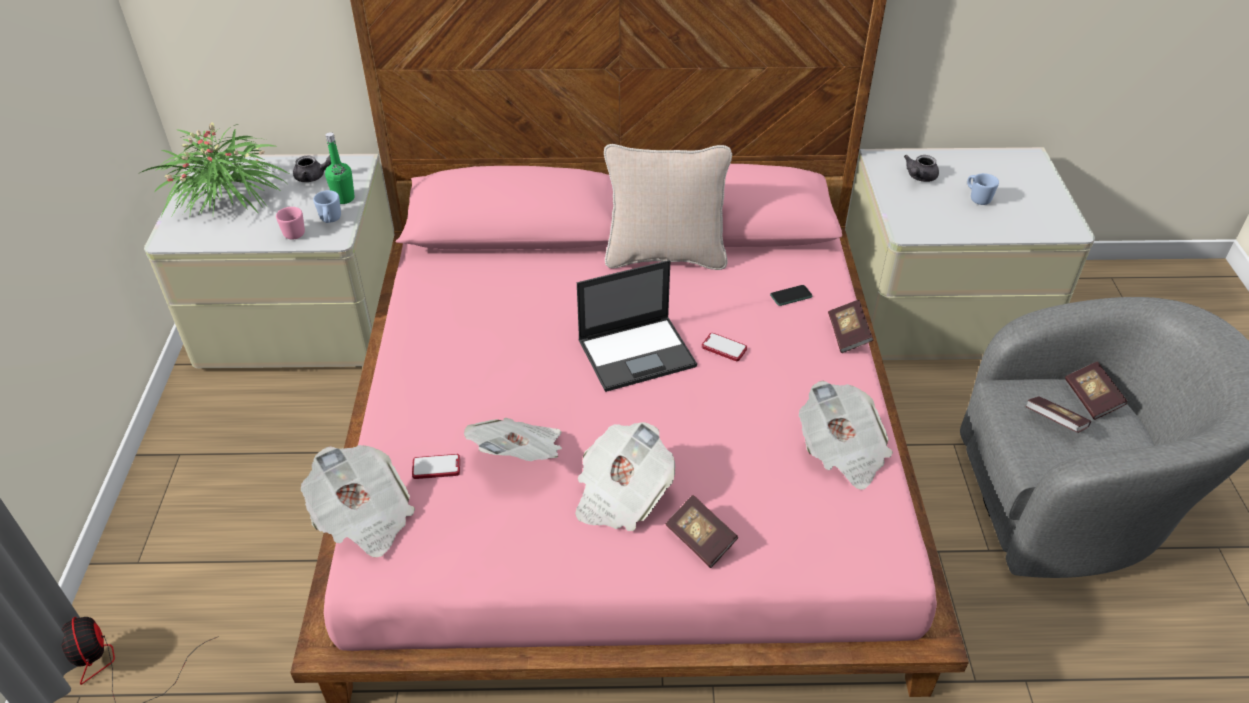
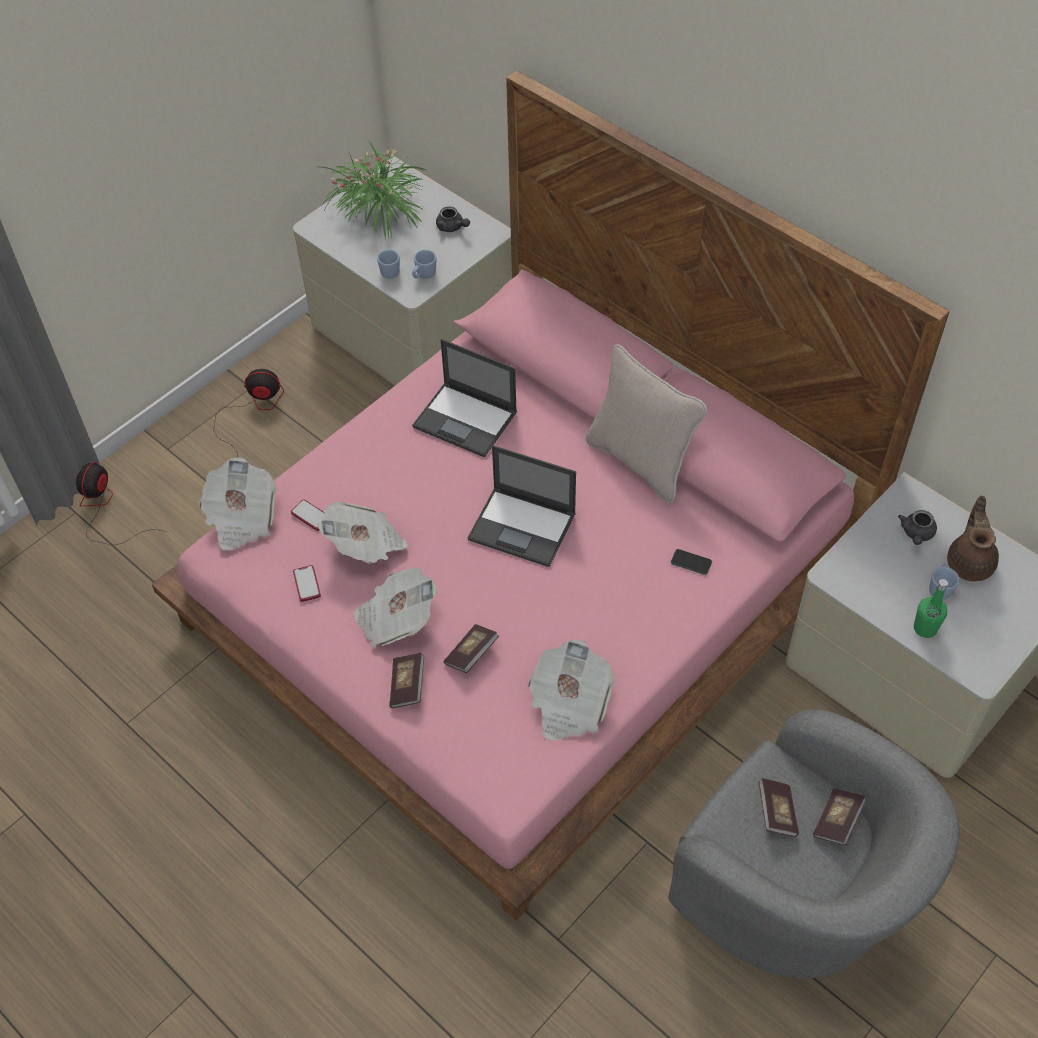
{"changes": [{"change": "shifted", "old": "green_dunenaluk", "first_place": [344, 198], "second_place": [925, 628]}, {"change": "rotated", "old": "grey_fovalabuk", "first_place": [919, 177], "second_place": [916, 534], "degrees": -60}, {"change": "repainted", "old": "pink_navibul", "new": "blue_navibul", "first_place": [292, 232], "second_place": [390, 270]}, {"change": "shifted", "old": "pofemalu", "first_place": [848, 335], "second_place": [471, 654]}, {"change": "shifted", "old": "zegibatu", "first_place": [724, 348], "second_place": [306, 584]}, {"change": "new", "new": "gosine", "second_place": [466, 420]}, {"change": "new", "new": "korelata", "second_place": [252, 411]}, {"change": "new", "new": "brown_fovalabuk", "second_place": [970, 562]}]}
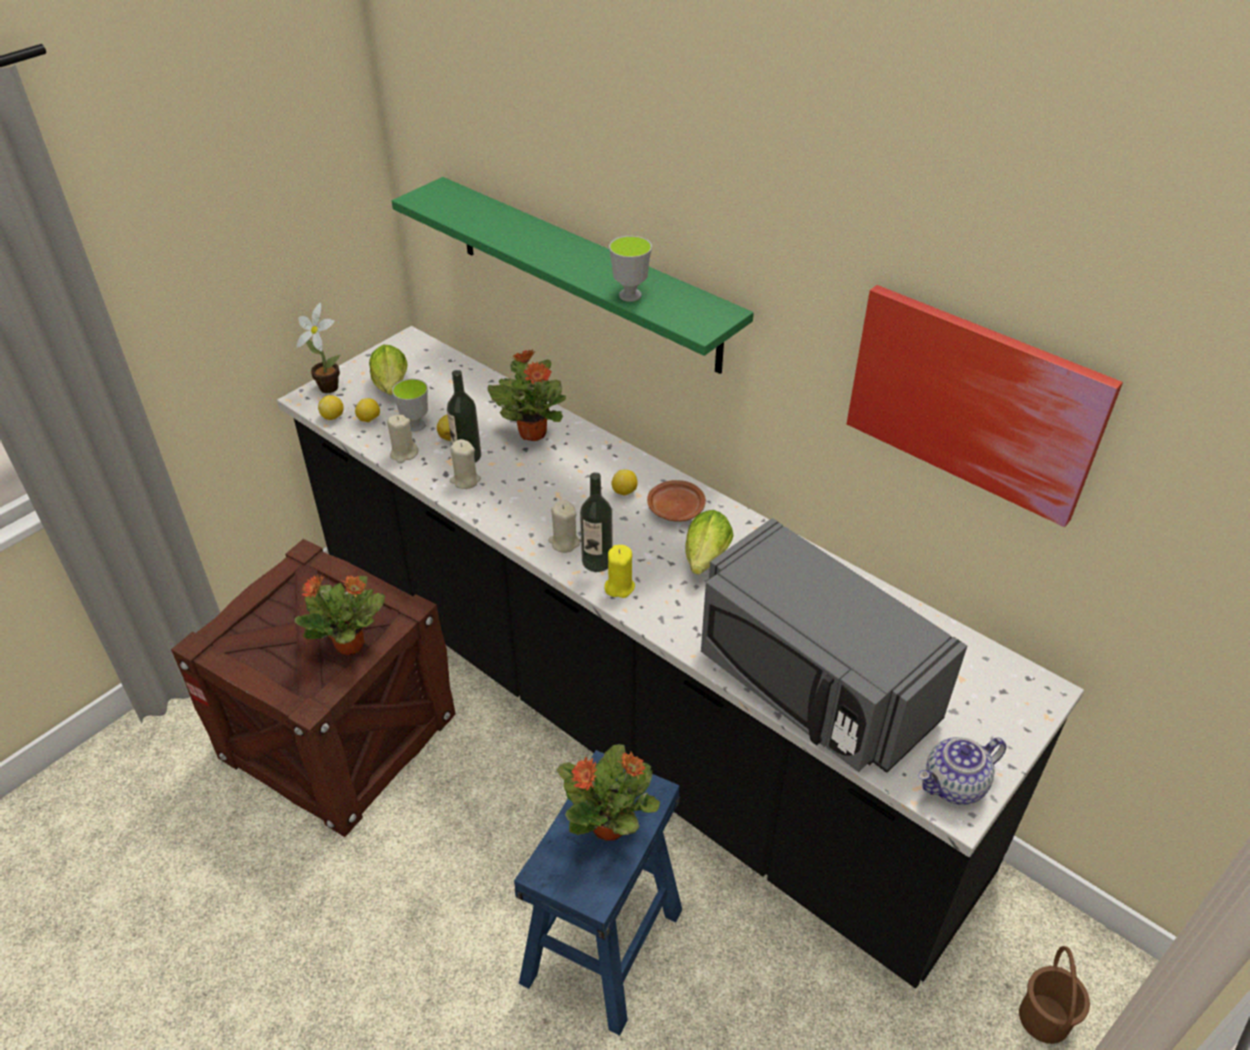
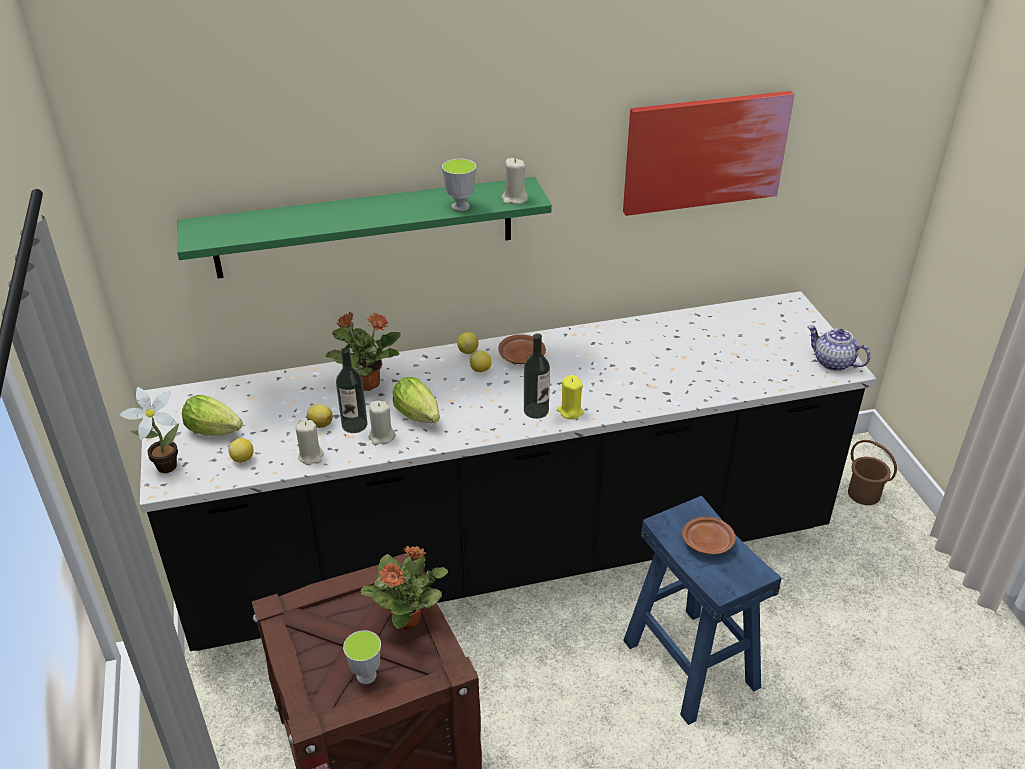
{"changes": [{"change": "shifted", "old": "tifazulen", "first_place": [416, 425], "second_place": [366, 676]}, {"change": "shifted", "old": "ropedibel", "first_place": [333, 417], "second_place": [468, 351]}, {"change": "shifted", "old": "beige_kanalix", "first_place": [564, 542], "second_place": [514, 199]}, {"change": "shifted", "old": "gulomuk", "first_place": [705, 561], "second_place": [419, 417]}, {"change": "gone", "old": "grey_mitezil", "first_place": [812, 687]}, {"change": "rotated", "old": "fovalabuk", "first_place": [954, 785], "second_place": [832, 362], "degrees": 120}, {"change": "swapped", "old": "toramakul", "new": "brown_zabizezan", "first_place": [610, 826], "second_place": [708, 542]}]}
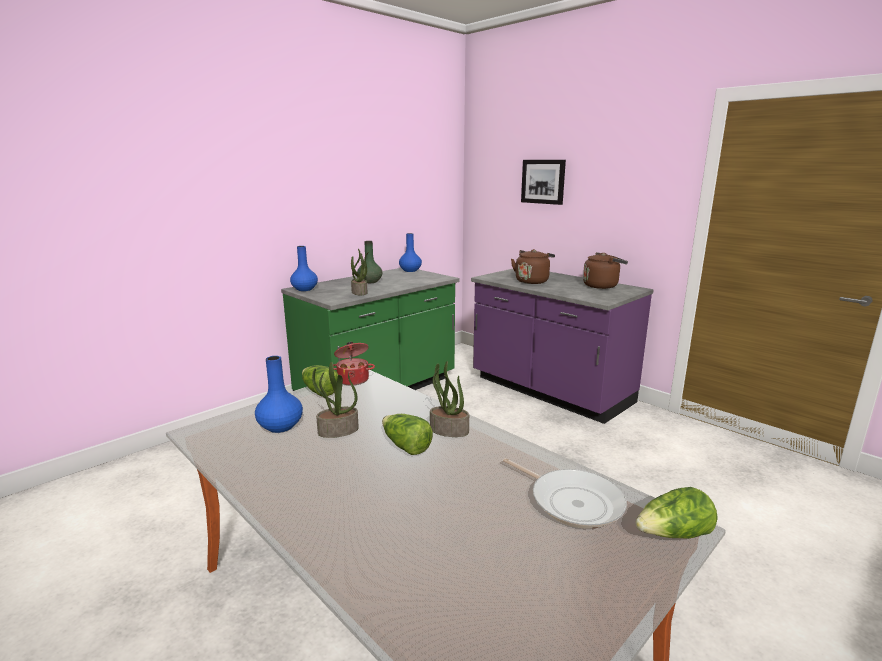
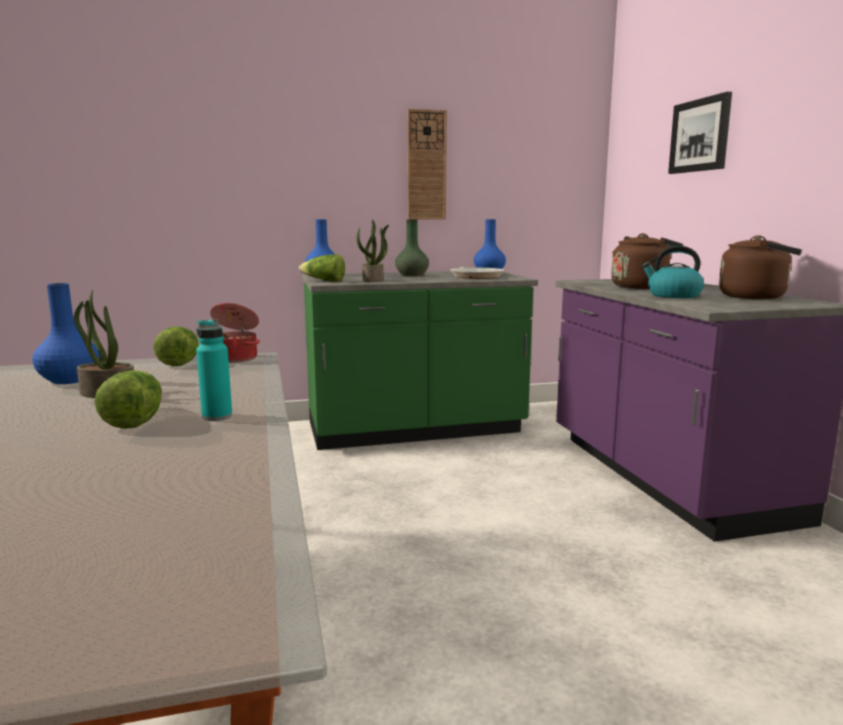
{"changes": [{"change": "swapped", "old": "toramakul", "new": "turquoise_dunenaluk", "first_place": [448, 430], "second_place": [217, 416]}, {"change": "shifted", "old": "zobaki", "first_place": [572, 501], "second_place": [476, 276]}, {"change": "shifted", "old": "gulomuk", "first_place": [673, 535], "second_place": [324, 281]}, {"change": "new", "new": "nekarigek", "second_place": [426, 165]}, {"change": "new", "new": "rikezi", "second_place": [673, 295]}]}
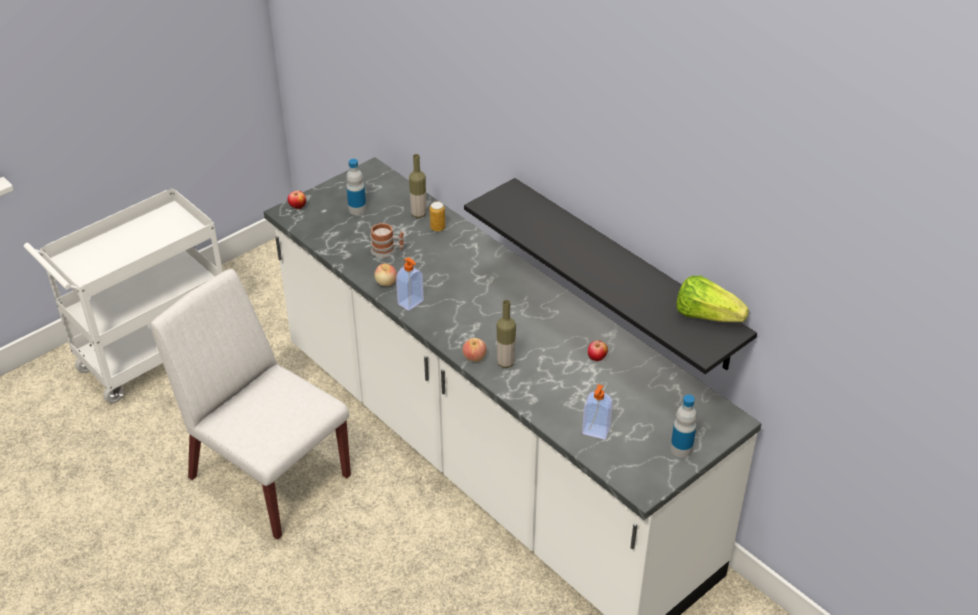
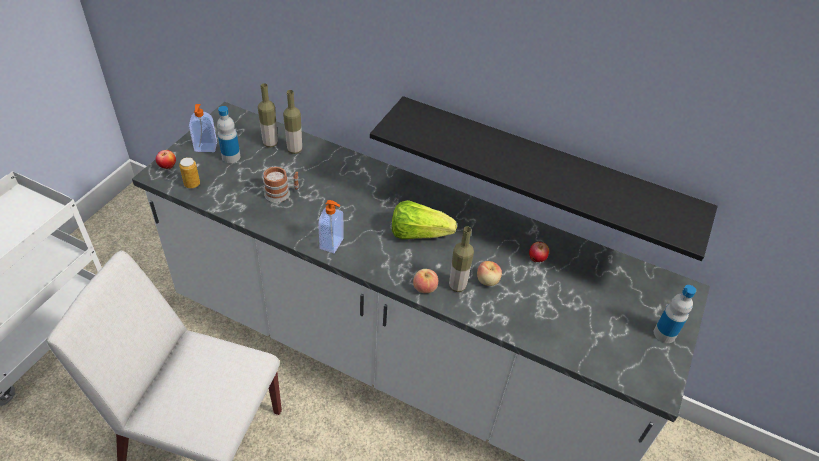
{"changes": [{"change": "shifted", "old": "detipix", "first_place": [437, 228], "second_place": [192, 184]}, {"change": "shifted", "old": "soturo", "first_place": [386, 283], "second_place": [487, 281]}, {"change": "shifted", "old": "gulomuk", "first_place": [706, 316], "second_place": [418, 233]}, {"change": "shifted", "old": "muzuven", "first_place": [595, 431], "second_place": [205, 148]}, {"change": "new", "new": "dunenaluk", "second_place": [270, 143]}]}
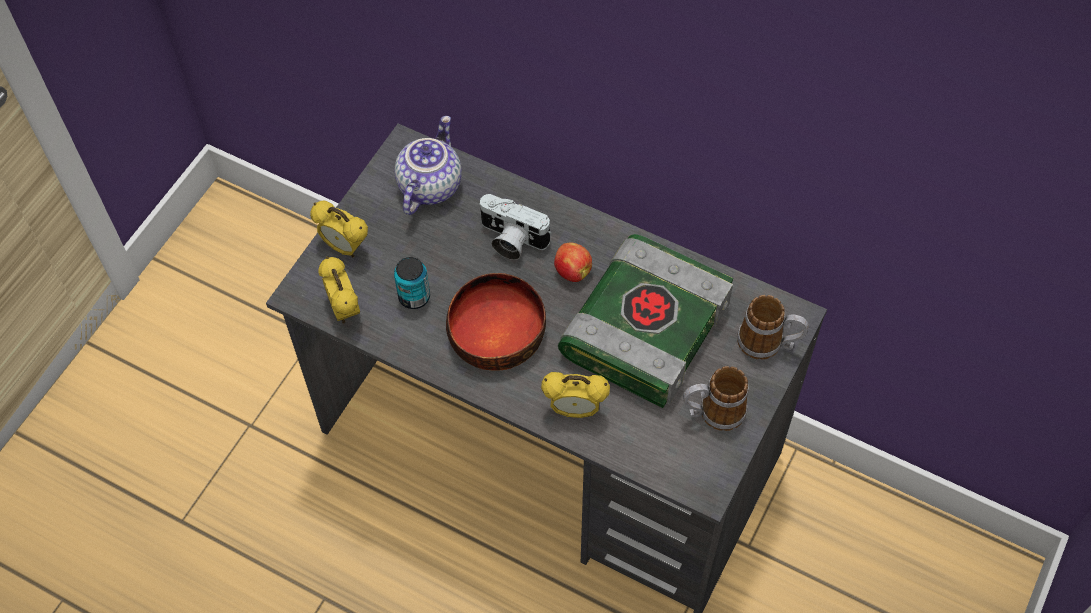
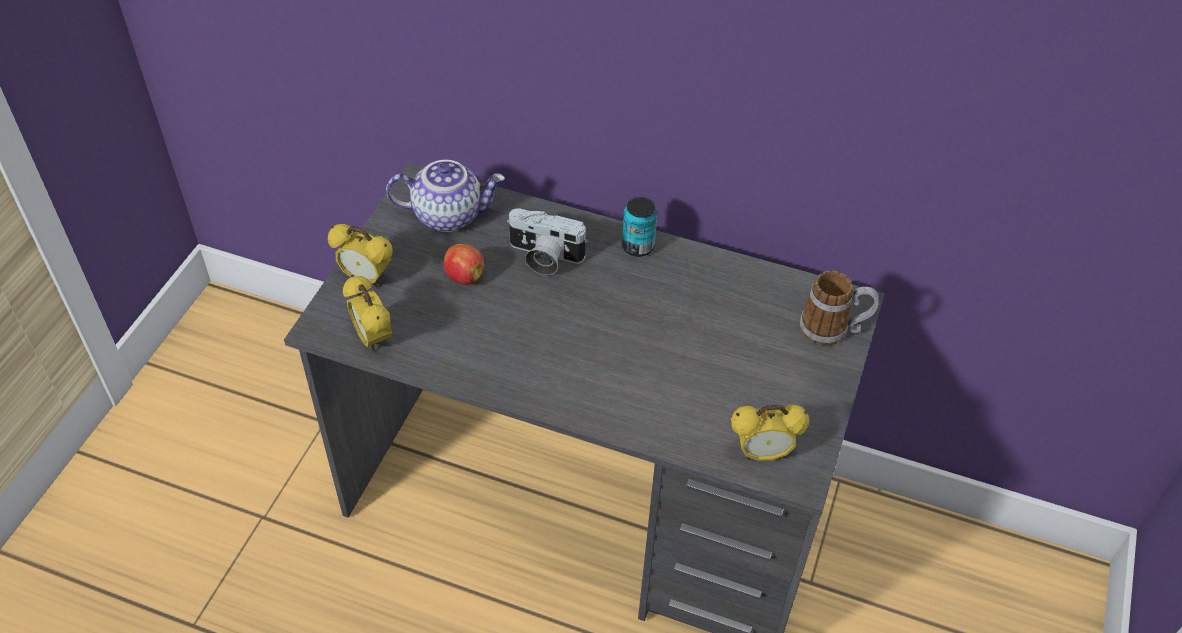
{"changes": [{"change": "rotated", "old": "fovalabuk", "first_place": [428, 185], "second_place": [449, 214], "degrees": 75}, {"change": "gone", "old": "pofemalu", "first_place": [645, 326]}, {"change": "shifted", "old": "soturo", "first_place": [572, 271], "second_place": [464, 276]}, {"change": "shifted", "old": "detipix", "first_place": [414, 297], "second_place": [638, 246]}, {"change": "gone", "old": "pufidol", "first_place": [495, 334]}, {"change": "gone", "old": "navibul", "first_place": [713, 413]}, {"change": "shifted", "old": "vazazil", "first_place": [575, 410], "second_place": [762, 453]}]}
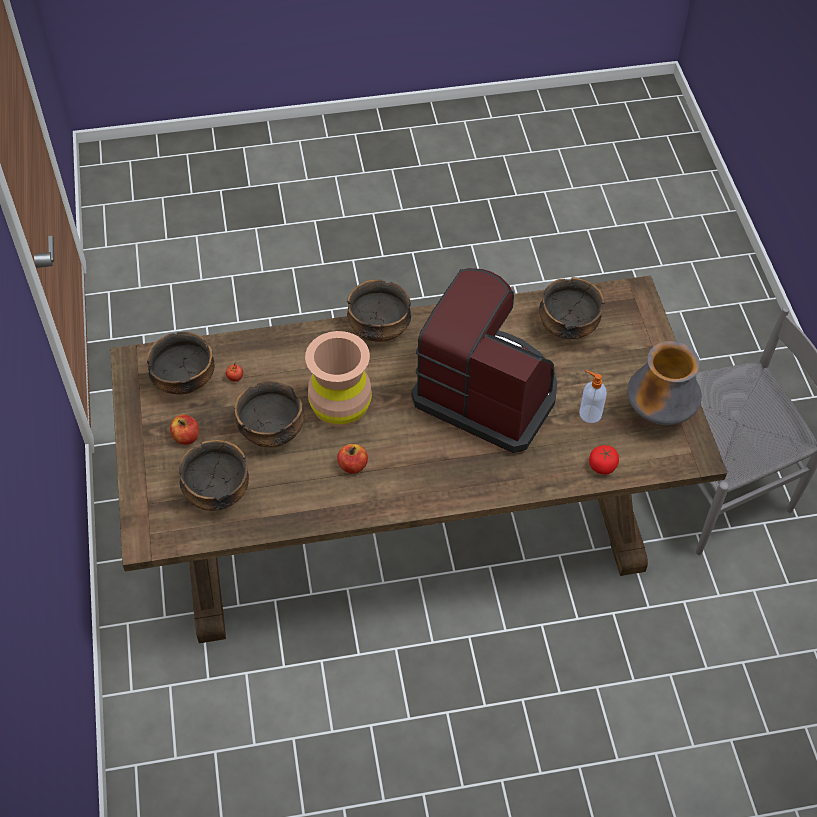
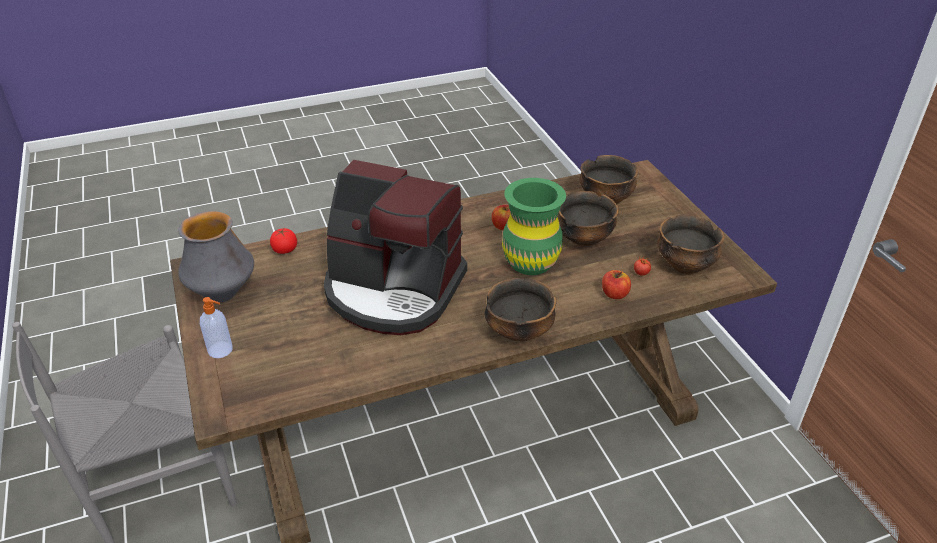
{"changes": [{"change": "gone", "old": "pufidol", "first_place": [567, 327]}, {"change": "repainted", "old": "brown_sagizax", "new": "green_sagizax", "first_place": [340, 409], "second_place": [530, 262]}, {"change": "shifted", "old": "muzuven", "first_place": [589, 413], "second_place": [221, 350]}, {"change": "shifted", "old": "soturo", "first_place": [186, 437], "second_place": [614, 294]}]}
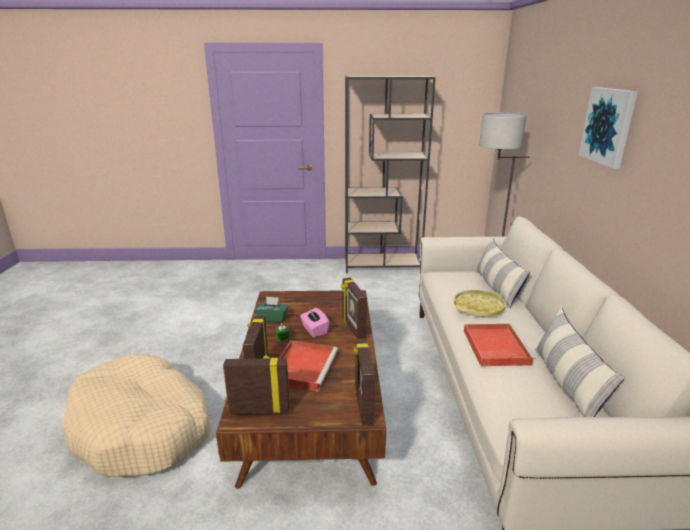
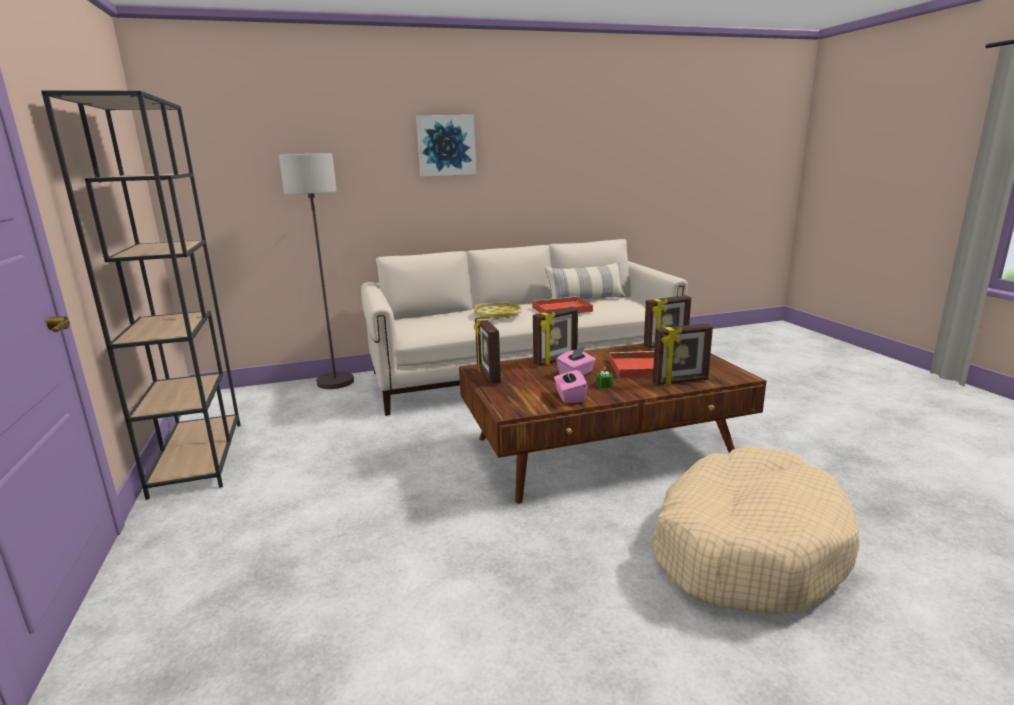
{"changes": [{"change": "gone", "old": "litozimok", "first_place": [497, 288]}, {"change": "repainted", "old": "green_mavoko", "new": "pink_mavoko", "first_place": [272, 318], "second_place": [569, 397]}, {"change": "shifted", "old": "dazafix", "first_place": [260, 411], "second_place": [487, 376]}]}
